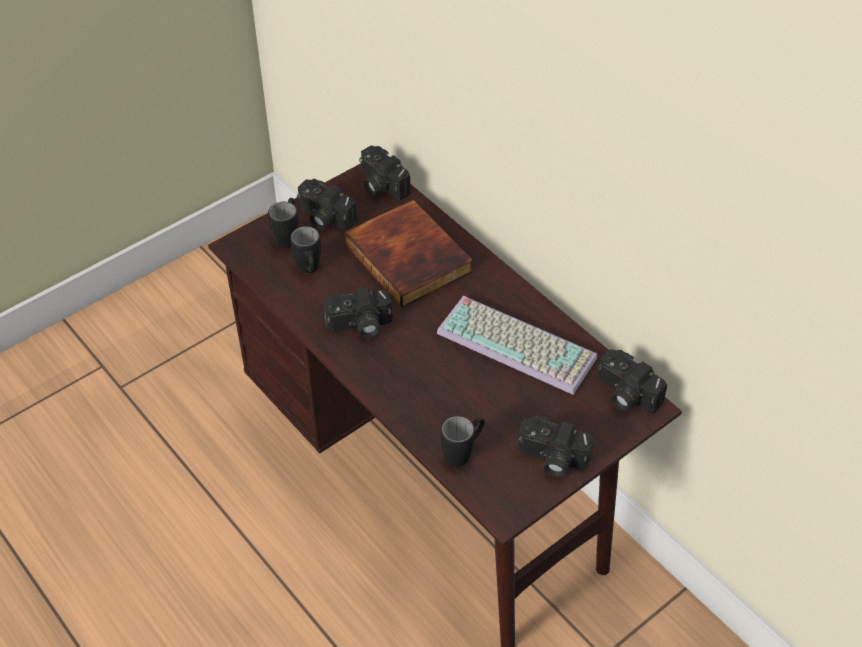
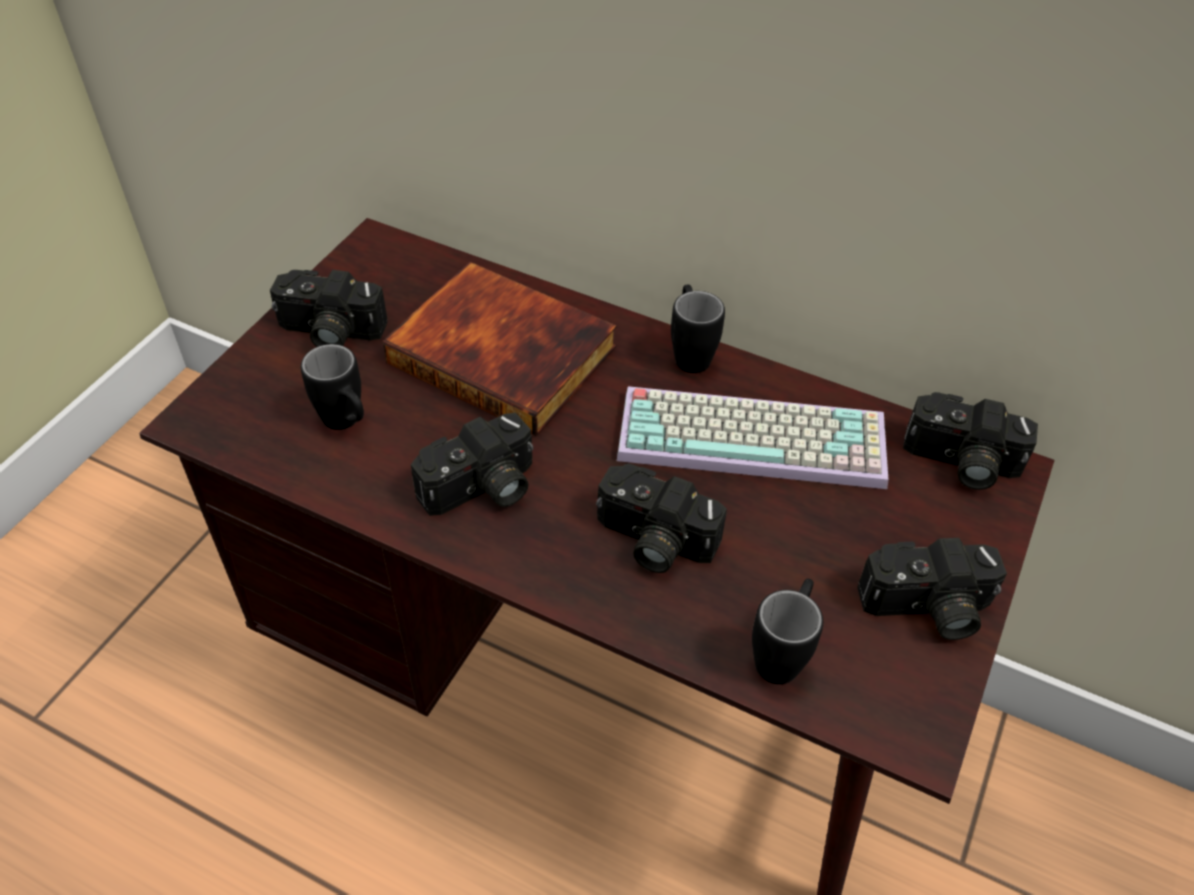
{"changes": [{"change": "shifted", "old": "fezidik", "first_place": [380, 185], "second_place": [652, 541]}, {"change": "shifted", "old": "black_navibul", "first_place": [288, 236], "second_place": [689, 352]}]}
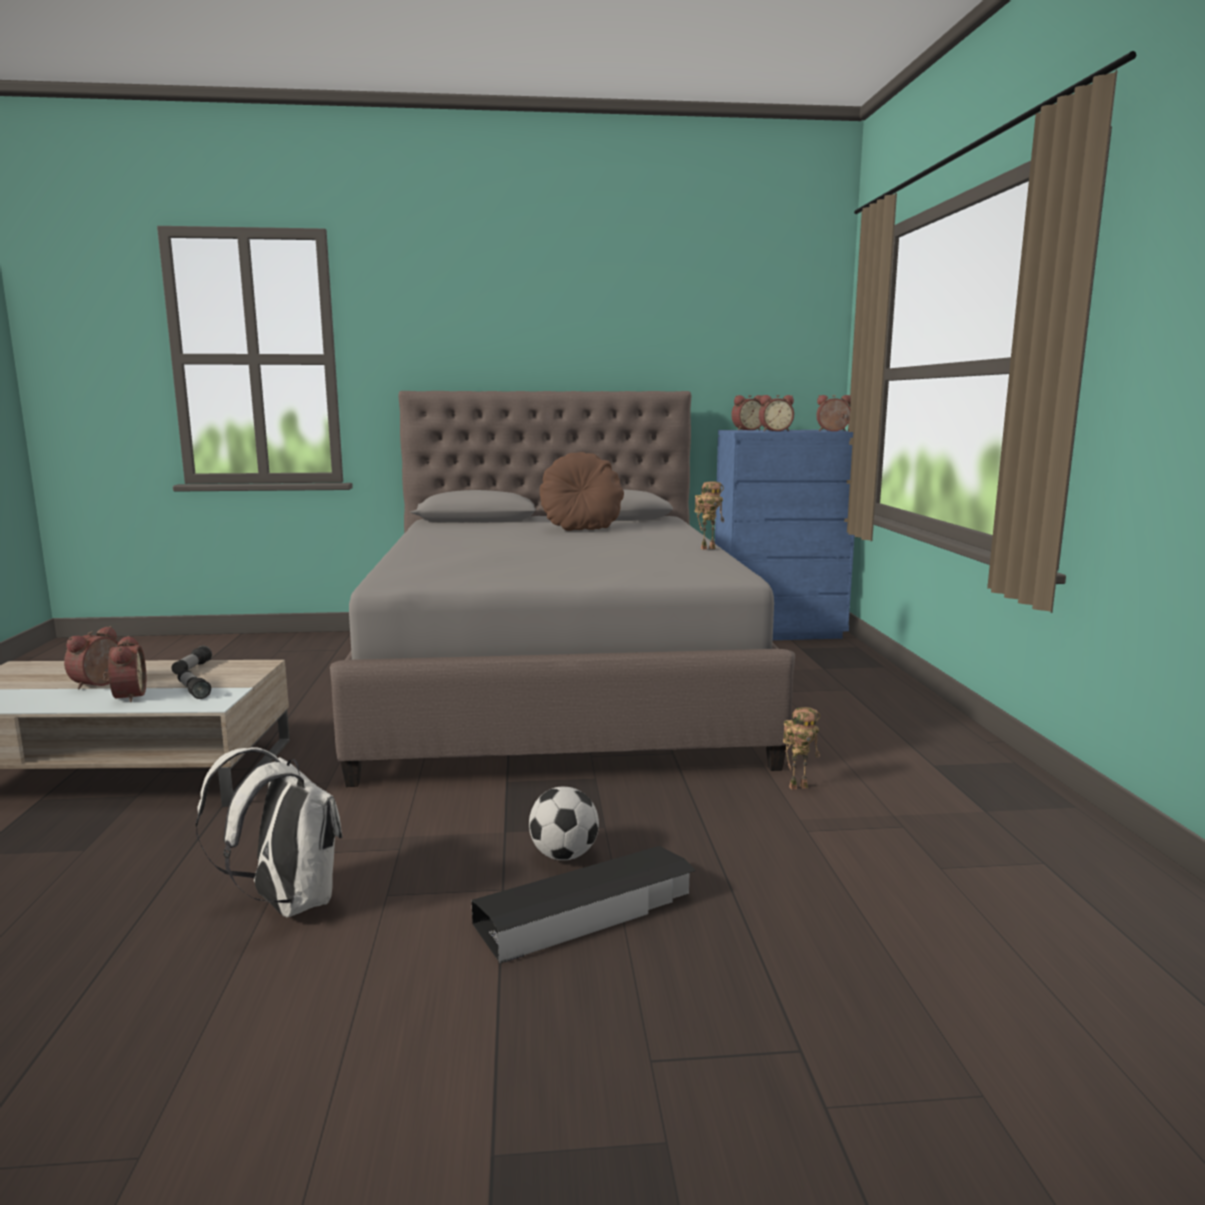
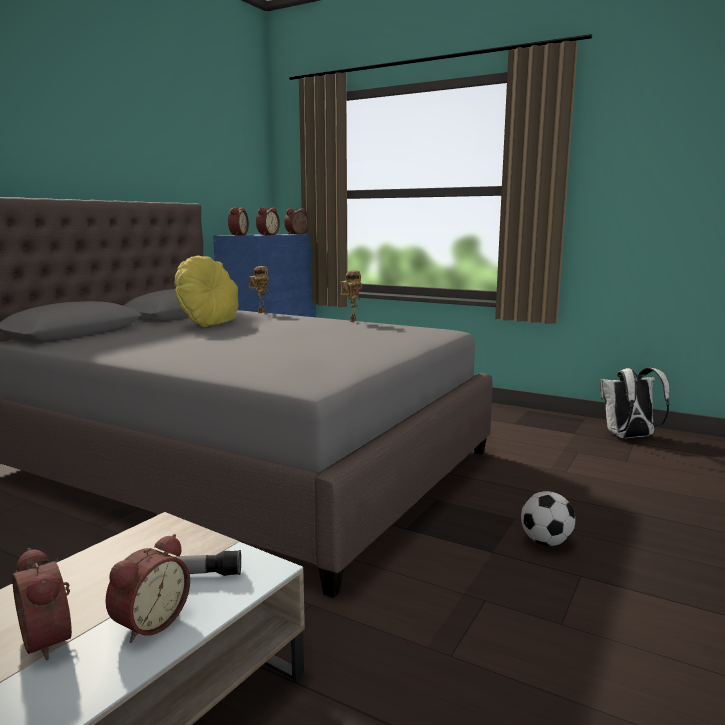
{"changes": [{"change": "repainted", "old": "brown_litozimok", "new": "yellow_litozimok", "first_place": [581, 529], "second_place": [209, 324]}, {"change": "rotated", "old": "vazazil", "first_place": [126, 696], "second_place": [149, 622], "degrees": 105}, {"change": "gone", "old": "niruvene", "first_place": [192, 669]}, {"change": "shifted", "old": "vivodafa", "first_place": [798, 786], "second_place": [261, 312]}, {"change": "shifted", "old": "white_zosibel", "first_place": [286, 902], "second_place": [629, 437]}, {"change": "gone", "old": "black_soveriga", "first_place": [587, 912]}]}
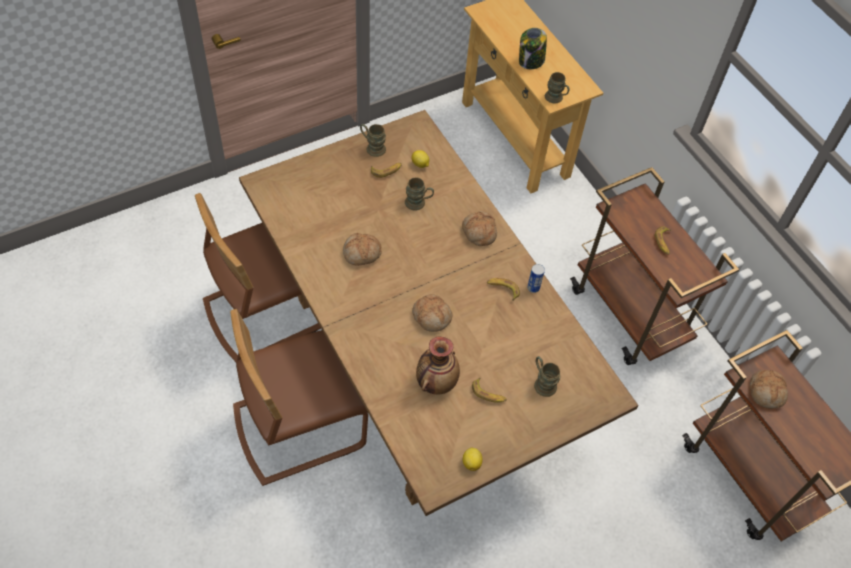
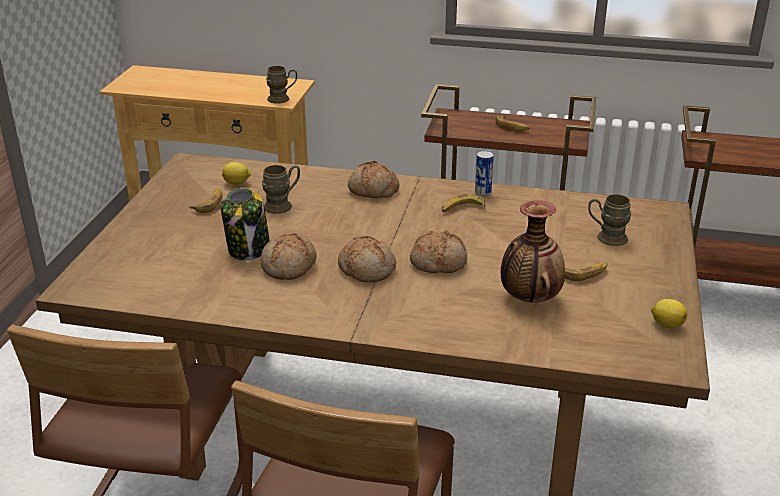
{"changes": [{"change": "shifted", "old": "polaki", "first_place": [531, 61], "second_place": [248, 249]}, {"change": "gone", "old": "brown_navibul", "first_place": [372, 147]}, {"change": "shifted", "old": "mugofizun", "first_place": [766, 392], "second_place": [367, 269]}]}
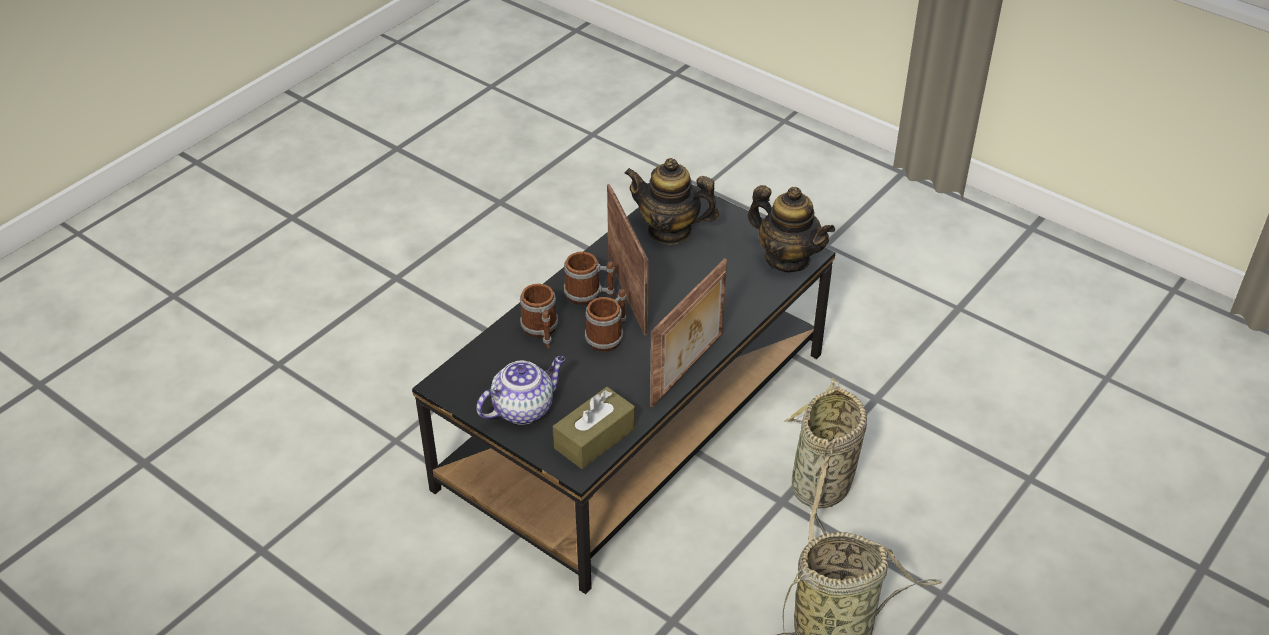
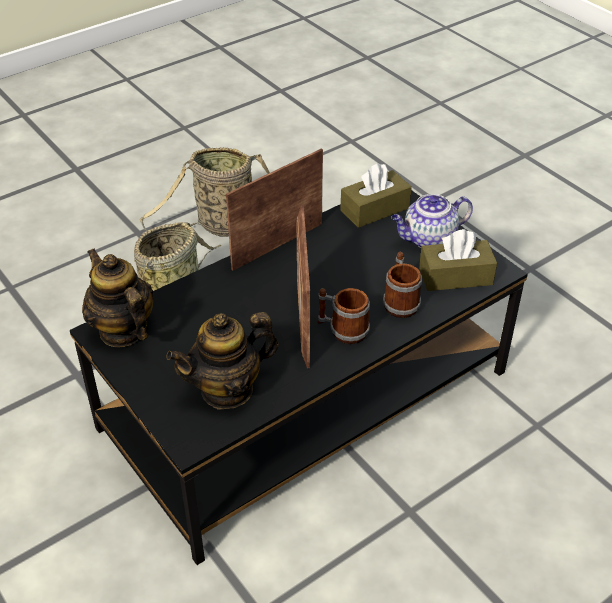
{"changes": [{"change": "rotated", "old": "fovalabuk", "first_place": [670, 230], "second_place": [227, 389], "degrees": 120}, {"change": "gone", "old": "navibul", "first_place": [608, 336]}, {"change": "new", "new": "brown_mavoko", "second_place": [455, 276]}]}
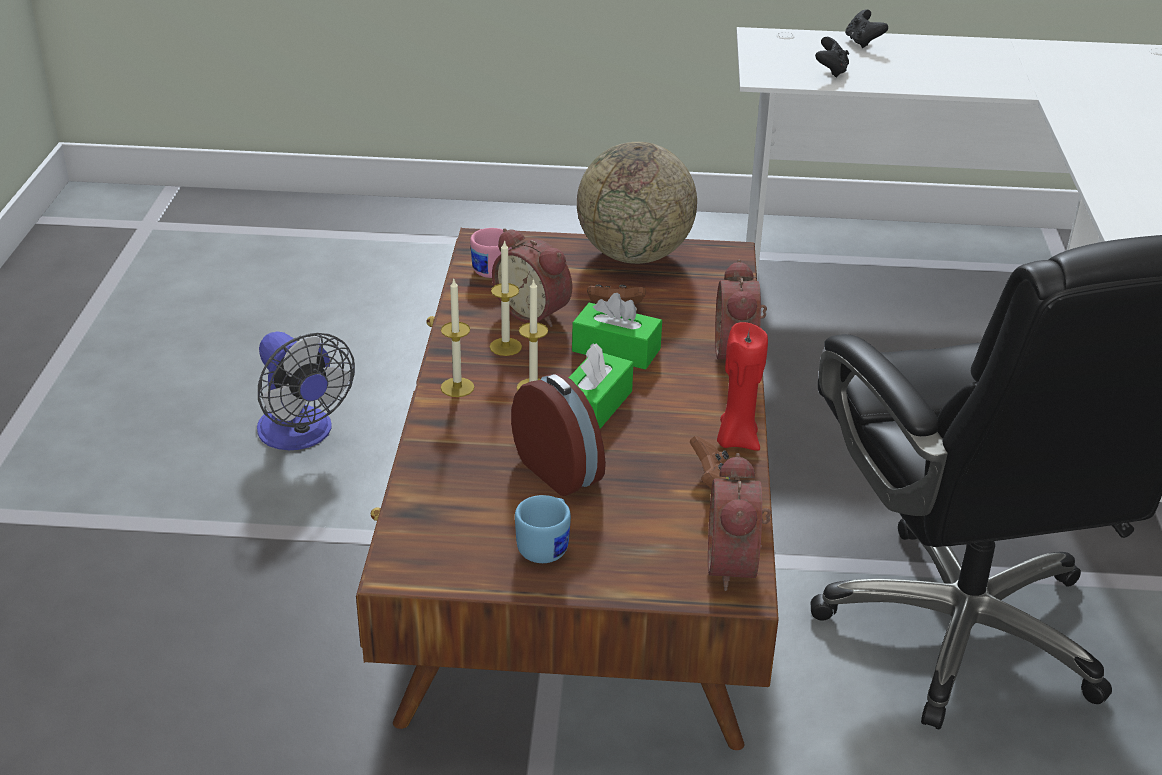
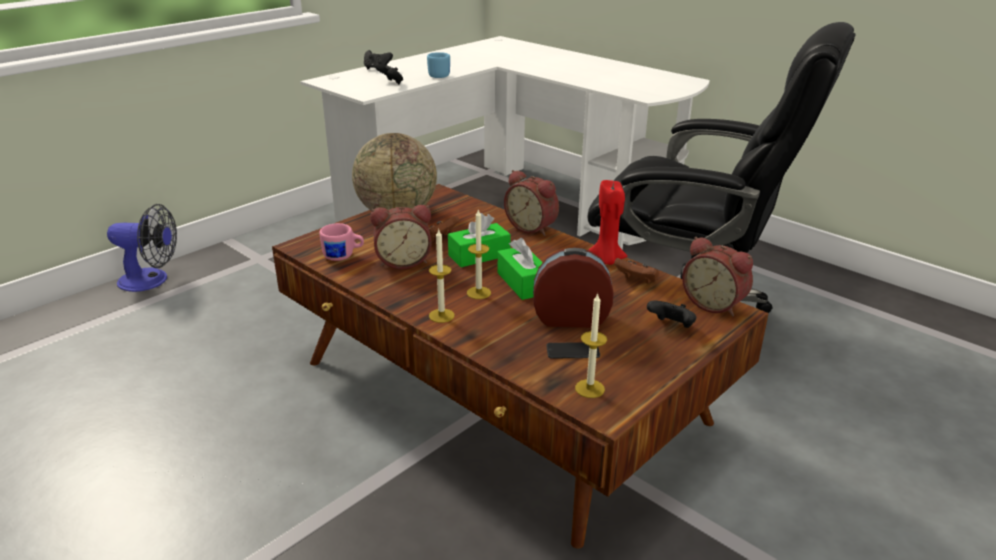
{"changes": [{"change": "shifted", "old": "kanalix", "first_place": [505, 347], "second_place": [589, 388]}, {"change": "shifted", "old": "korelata", "first_place": [301, 435], "second_place": [151, 280]}, {"change": "shifted", "old": "blue_navibul", "first_place": [547, 545], "second_place": [438, 75]}, {"change": "new", "new": "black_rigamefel", "second_place": [671, 326]}, {"change": "new", "new": "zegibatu", "second_place": [572, 351]}]}
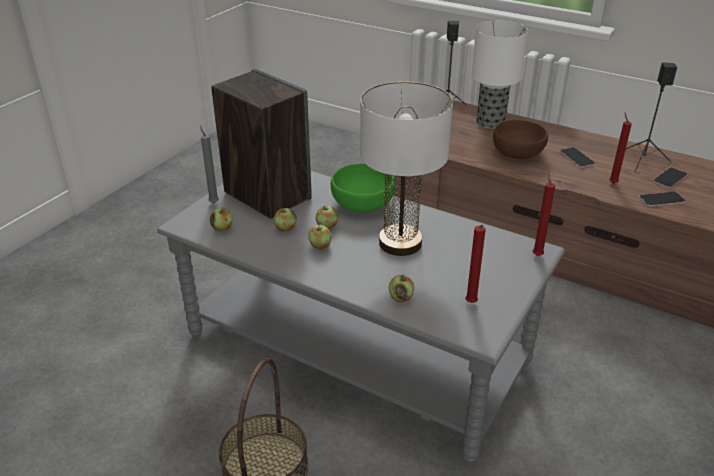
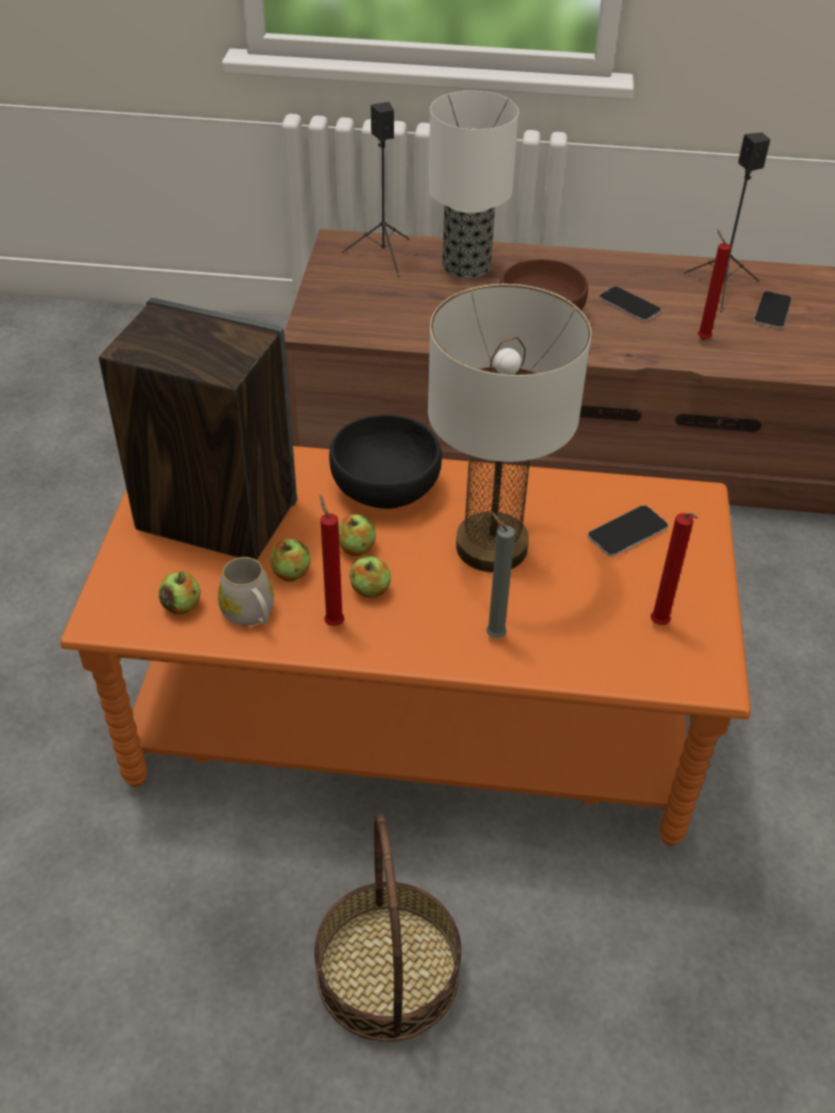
{"changes": [{"change": "shifted", "old": "grey_kanalix", "first_place": [213, 202], "second_place": [492, 634]}, {"change": "repainted", "old": "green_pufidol", "new": "black_pufidol", "first_place": [361, 203], "second_place": [383, 487]}, {"change": "repainted", "old": "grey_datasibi", "new": "orange_datasibi", "first_place": [355, 349], "second_place": [411, 716]}, {"change": "shifted", "old": "red_kanalix", "first_place": [537, 254], "second_place": [333, 622]}, {"change": "shifted", "old": "zegibatu", "first_place": [661, 200], "second_place": [627, 532]}, {"change": "gone", "old": "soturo", "first_place": [401, 297]}, {"change": "new", "new": "white_navibul", "second_place": [251, 615]}]}
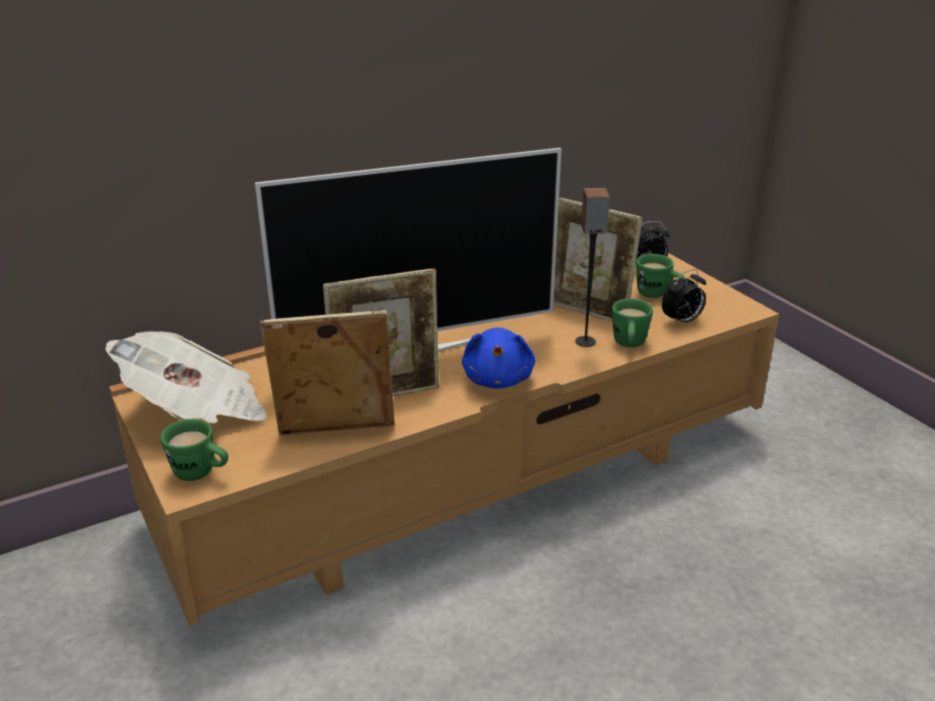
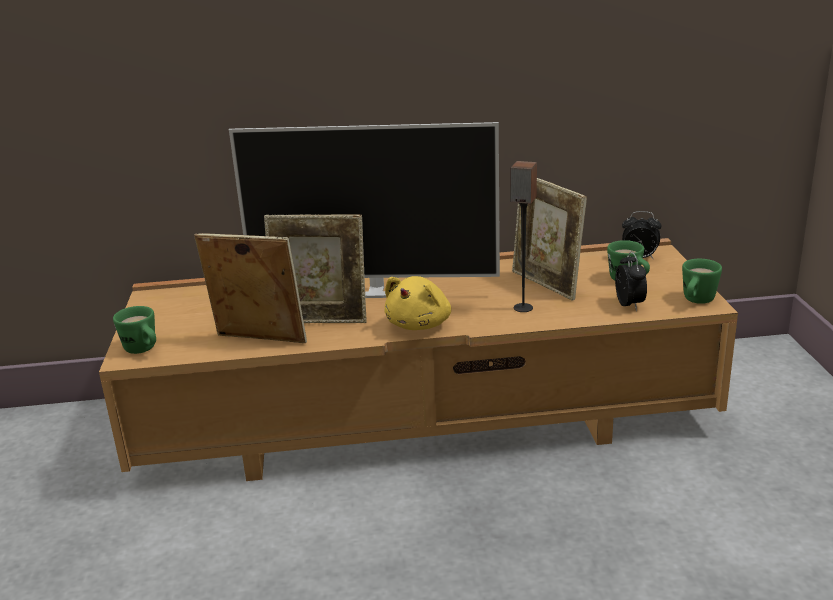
{"changes": [{"change": "rotated", "old": "vazazil", "first_place": [681, 321], "second_place": [630, 305], "degrees": -90}, {"change": "shifted", "old": "green_navibul", "first_place": [629, 345], "second_place": [696, 301]}, {"change": "repainted", "old": "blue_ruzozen", "new": "yellow_ruzozen", "first_place": [498, 379], "second_place": [420, 324]}, {"change": "gone", "old": "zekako", "first_place": [197, 411]}]}
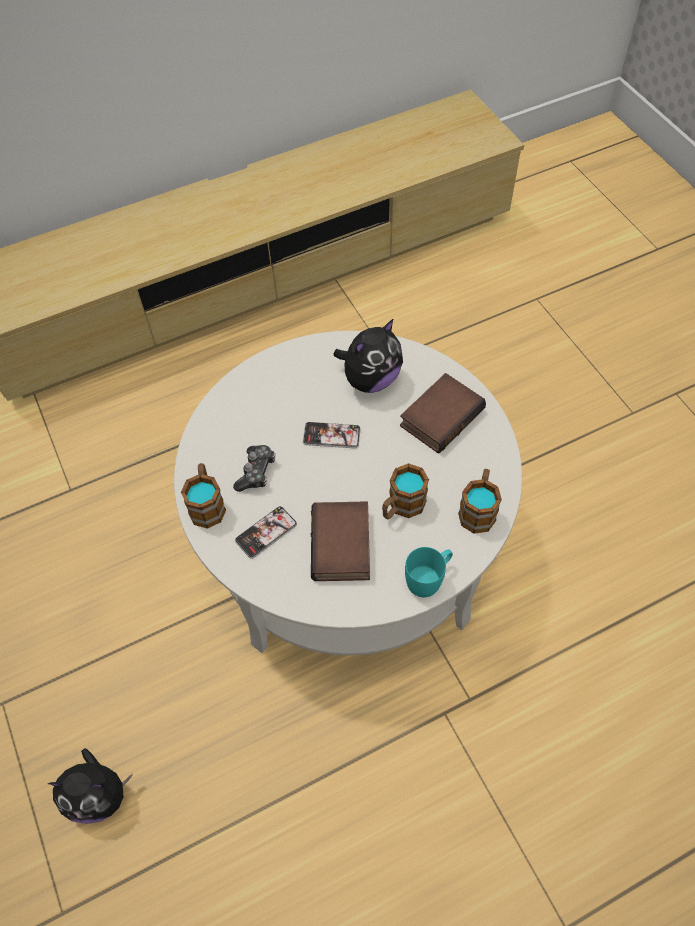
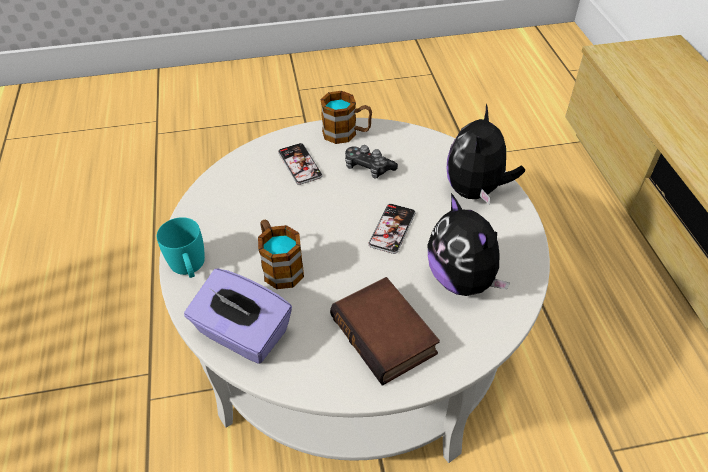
{"changes": [{"change": "swapped", "old": "navibul", "new": "purple_mavoko", "first_place": [478, 509], "second_place": [242, 334]}, {"change": "gone", "old": "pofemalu", "first_place": [343, 546]}, {"change": "shifted", "old": "ruzozen", "first_place": [99, 795], "second_place": [476, 190]}]}
